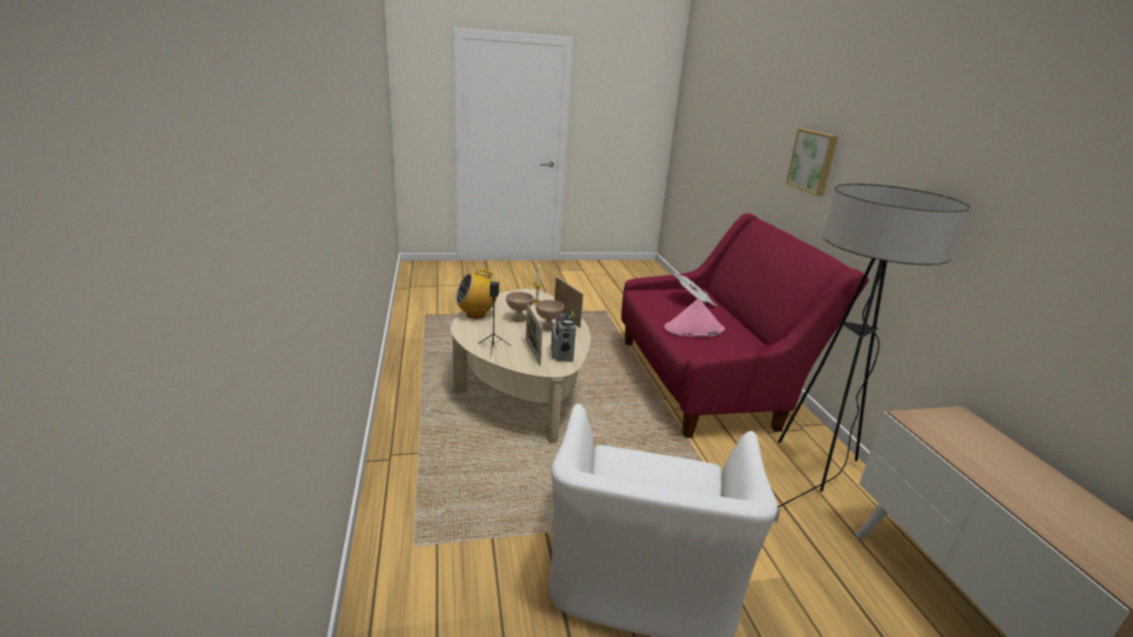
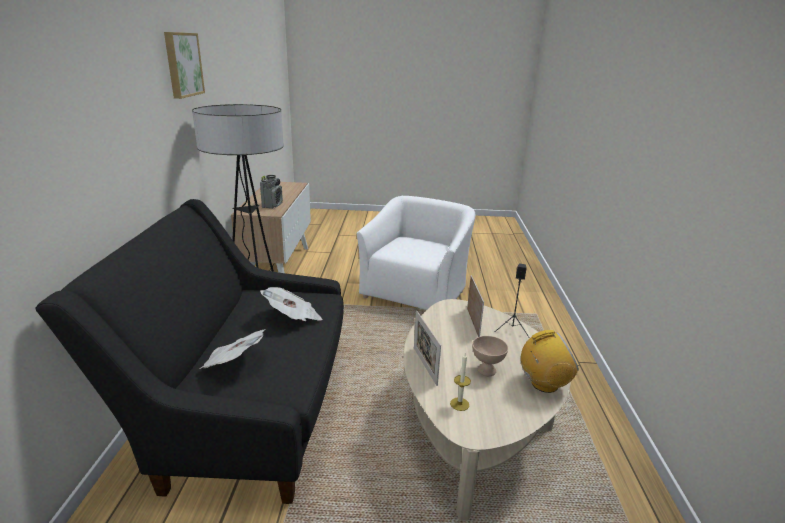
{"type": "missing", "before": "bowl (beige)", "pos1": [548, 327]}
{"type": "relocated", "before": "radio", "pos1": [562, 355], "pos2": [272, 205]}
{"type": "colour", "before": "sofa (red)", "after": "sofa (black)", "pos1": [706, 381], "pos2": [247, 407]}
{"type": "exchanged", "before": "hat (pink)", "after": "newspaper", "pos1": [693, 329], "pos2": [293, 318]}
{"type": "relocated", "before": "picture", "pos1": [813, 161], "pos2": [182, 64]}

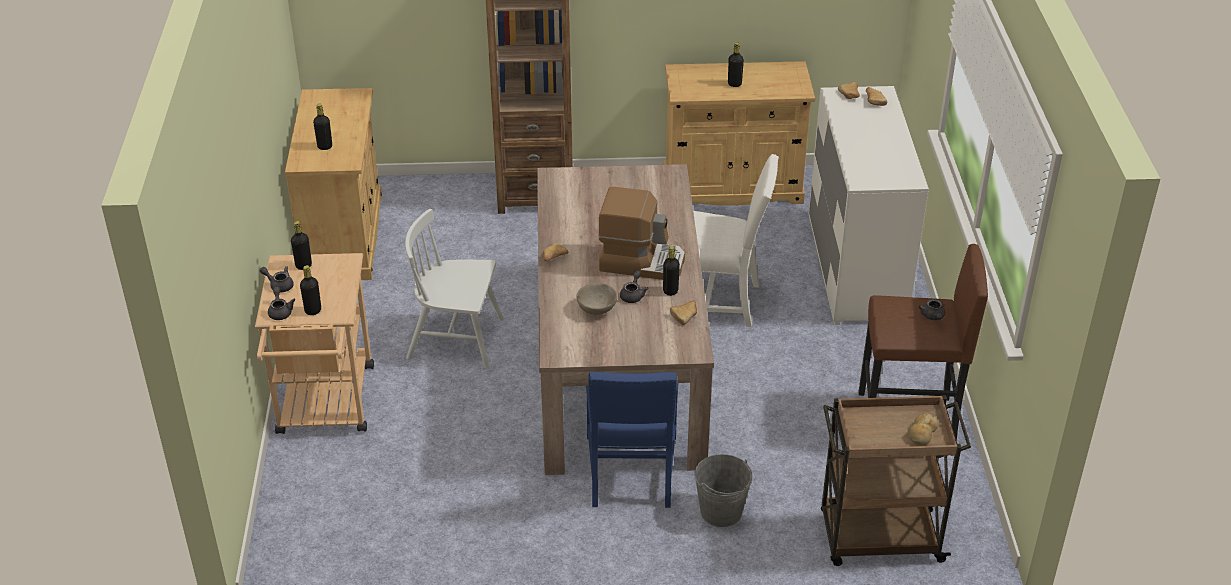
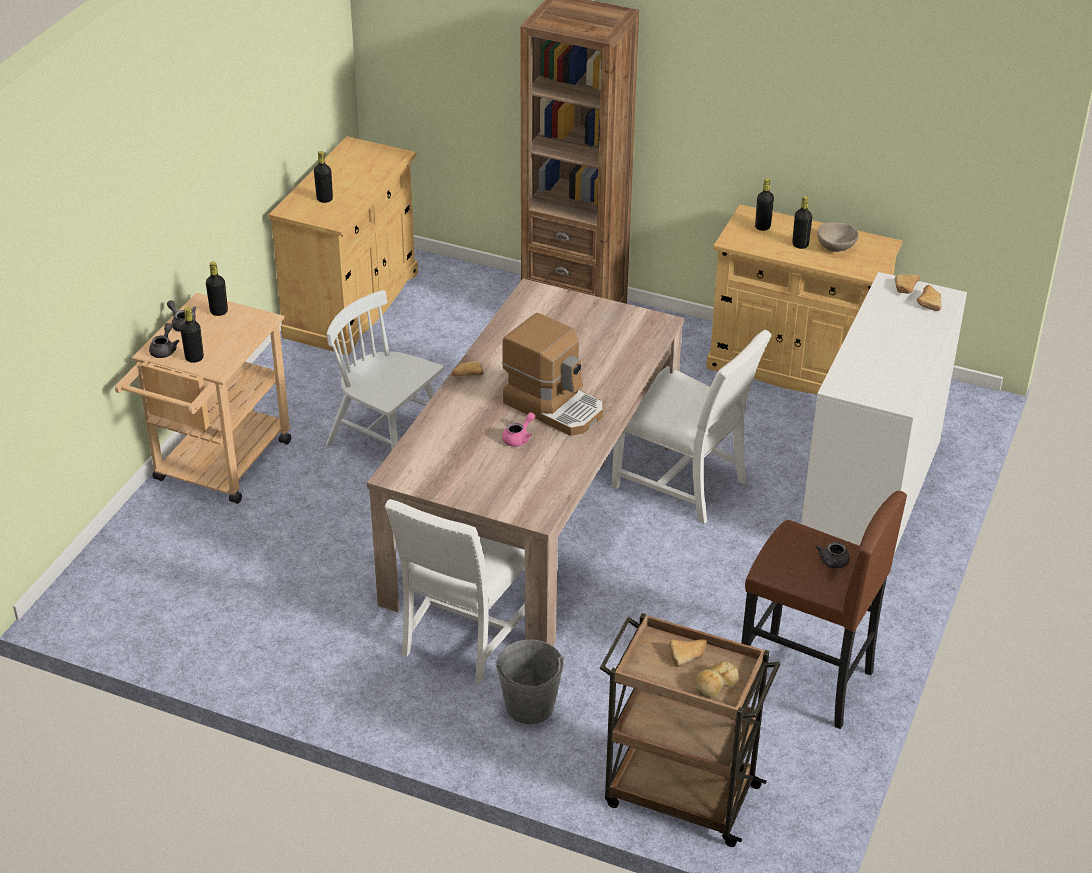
{"type": "relocated", "before": "bowl (beige)", "pos1": [597, 309], "pos2": [836, 247]}
{"type": "colour", "before": "chair (blue)", "after": "chair (white)", "pos1": [631, 473], "pos2": [465, 634]}
{"type": "colour", "before": "teapot (grey)", "after": "teapot (pink)", "pos1": [633, 295], "pos2": [519, 438]}
{"type": "relocated", "before": "bottle (black)", "pos1": [670, 291], "pos2": [762, 227]}
{"type": "relocated", "before": "bread", "pos1": [686, 315], "pos2": [689, 655]}

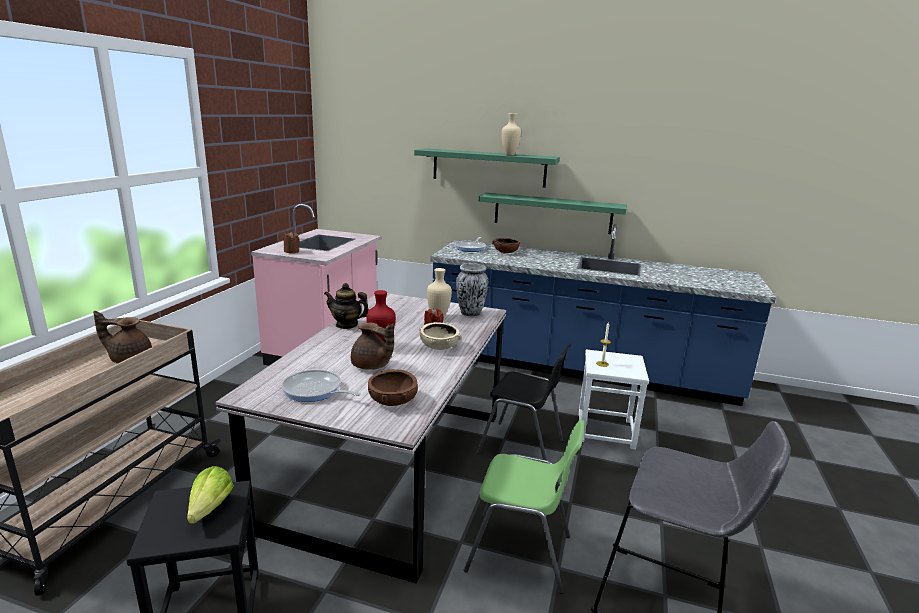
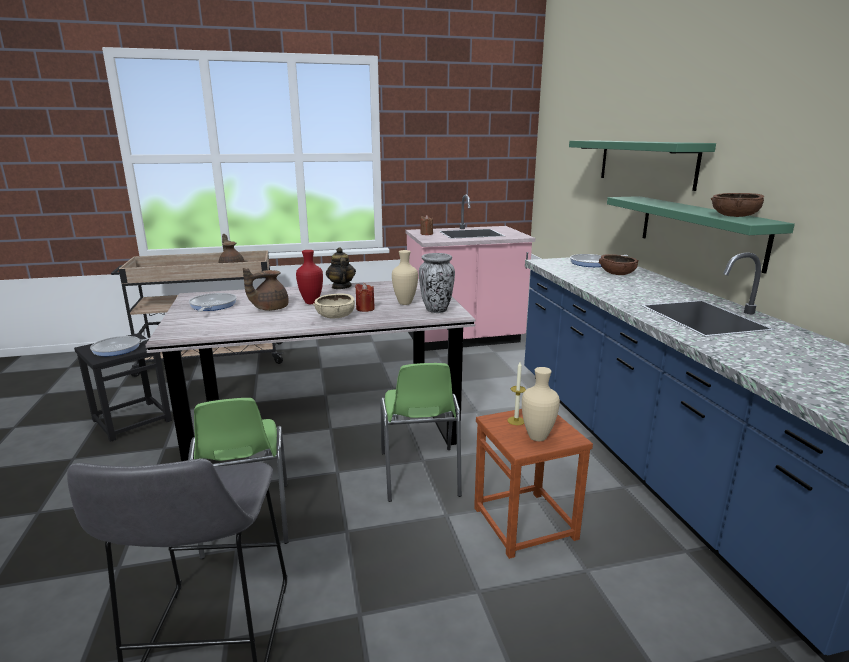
{"type": "exchanged", "before": "lettuce", "after": "frying pan", "pos1": [206, 513], "pos2": [120, 349]}
{"type": "spun", "before": "teapot (brown)", "pos1": [371, 366], "pos2": [269, 308], "turn": 45}
{"type": "relocated", "before": "bowl (brown)", "pos1": [392, 400], "pos2": [734, 216]}
{"type": "colour", "before": "chair (black)", "after": "chair (green)", "pos1": [522, 447], "pos2": [419, 474]}
{"type": "relocated", "before": "vase (beige)", "pos1": [510, 155], "pos2": [538, 437]}
{"type": "colour", "before": "stool (white)", "after": "stool (brown)", "pos1": [605, 430], "pos2": [525, 523]}

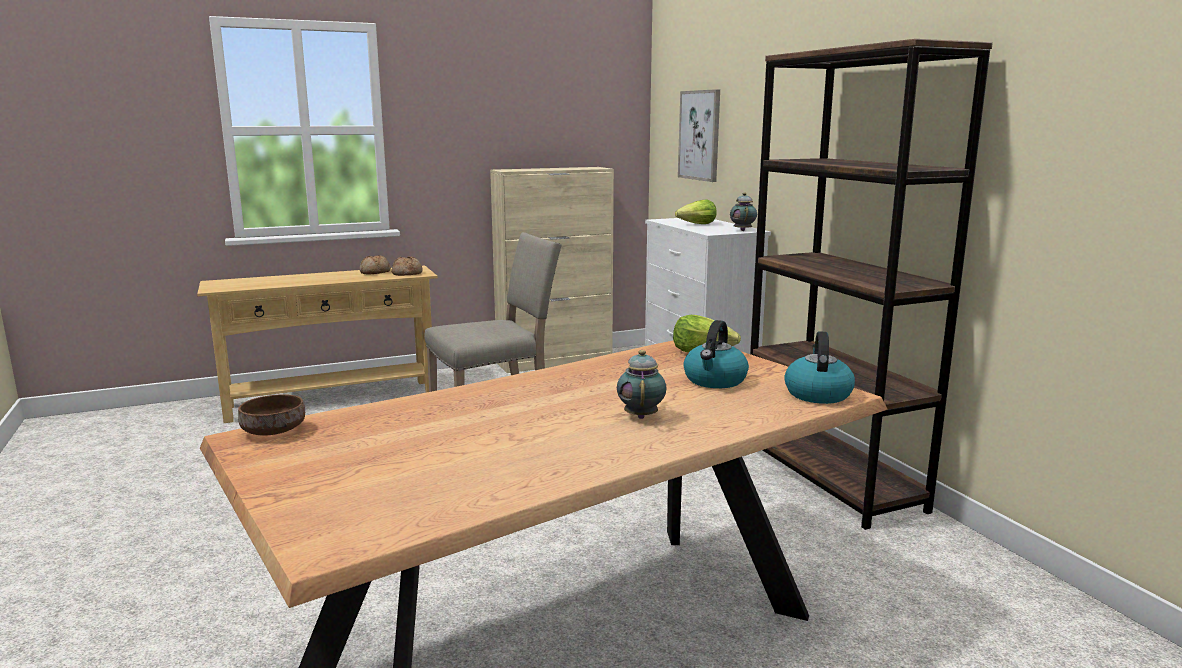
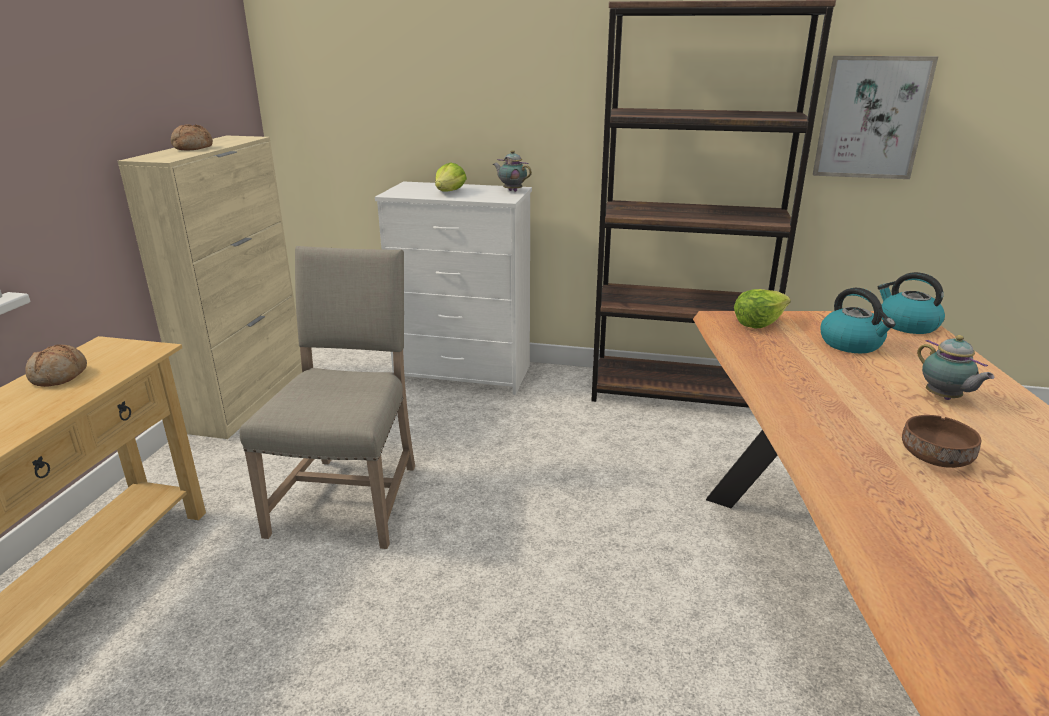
{"type": "relocated", "before": "bowl (brown)", "pos1": [272, 430], "pos2": [934, 458]}
{"type": "relocated", "before": "bread", "pos1": [407, 273], "pos2": [192, 148]}
{"type": "spun", "before": "teapot", "pos1": [641, 415], "pos2": [944, 398], "turn": -150}
{"type": "relocated", "before": "picture", "pos1": [700, 135], "pos2": [871, 118]}

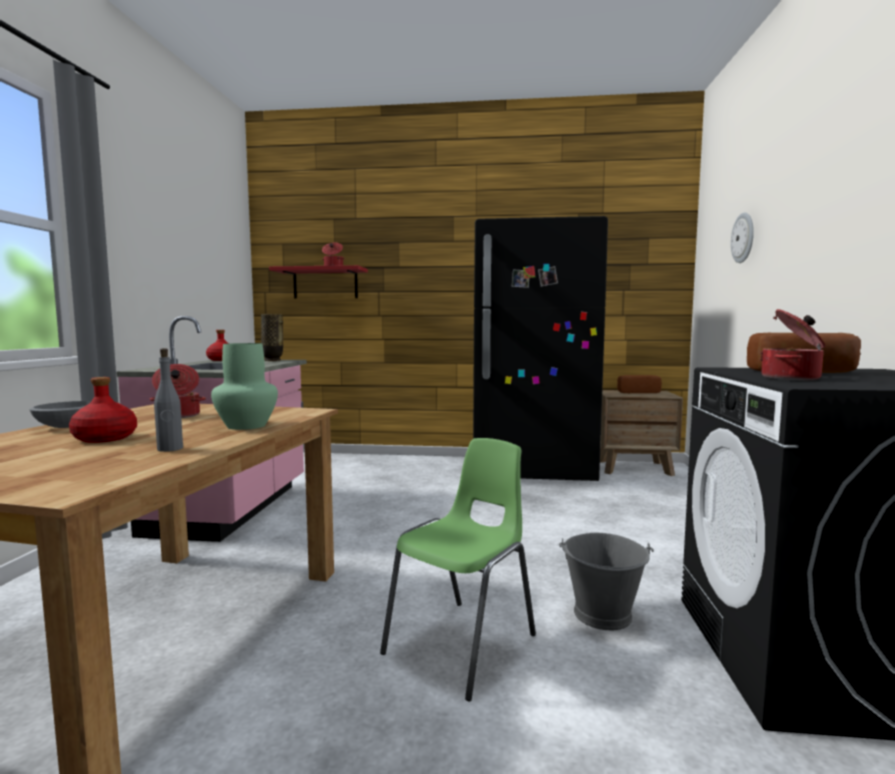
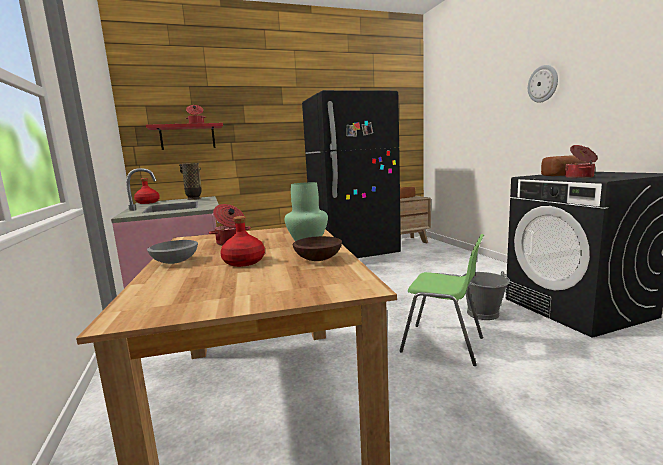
{"type": "exchanged", "before": "bottle (grey)", "after": "bowl (brown)", "pos1": [170, 449], "pos2": [318, 259]}
{"type": "spun", "before": "chair (green)", "pos1": [463, 644], "pos2": [443, 345], "turn": 105}
{"type": "relocated", "before": "wall clock", "pos1": [743, 238], "pos2": [543, 84]}

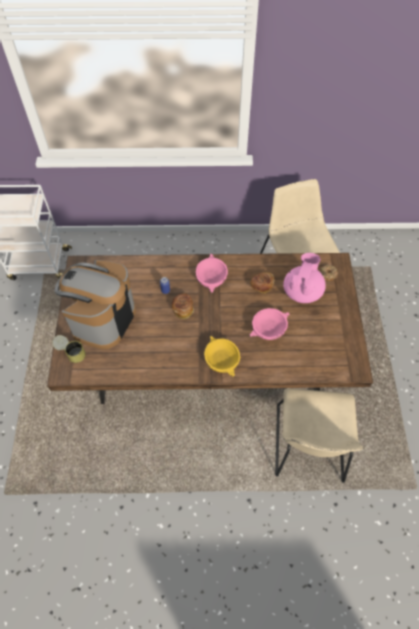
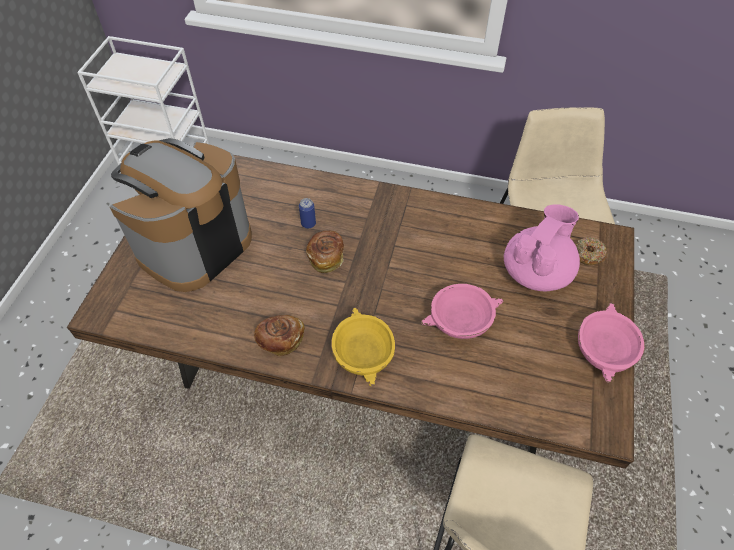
{"type": "missing", "before": "can", "pos1": [71, 353]}
{"type": "relocated", "before": "bowl (pink)", "pos1": [212, 278], "pos2": [605, 351]}
{"type": "relocated", "before": "bread", "pos1": [261, 286], "pos2": [280, 340]}

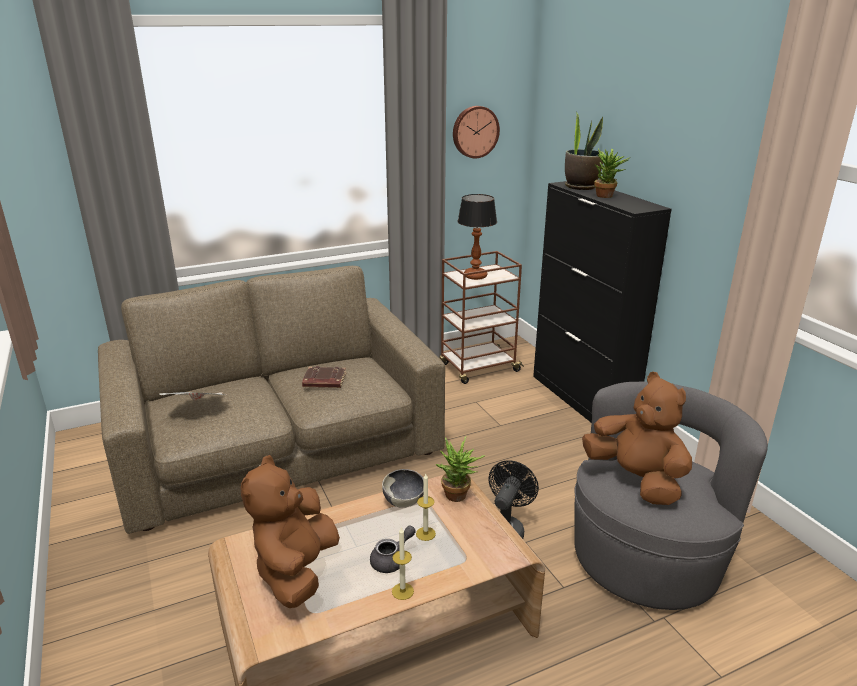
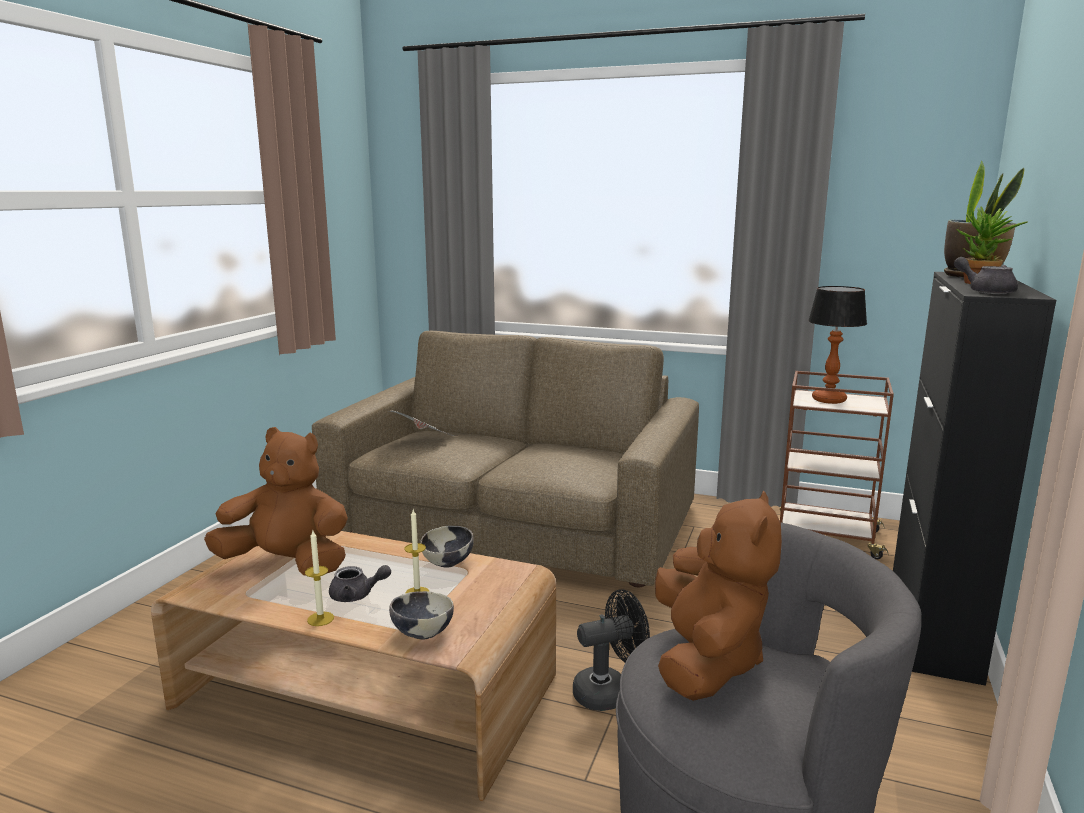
{"type": "spun", "before": "plush toy (brown)", "pos1": [296, 571], "pos2": [287, 564], "turn": 45}
{"type": "missing", "before": "book (brown)", "pos1": [324, 381]}
{"type": "missing", "before": "potted plant", "pos1": [458, 497]}
{"type": "missing", "before": "wall clock", "pos1": [474, 131]}
{"type": "appeared", "after": "bowl", "pos2": [422, 633]}
{"type": "appeared", "after": "teapot (grey)", "pos2": [986, 291]}

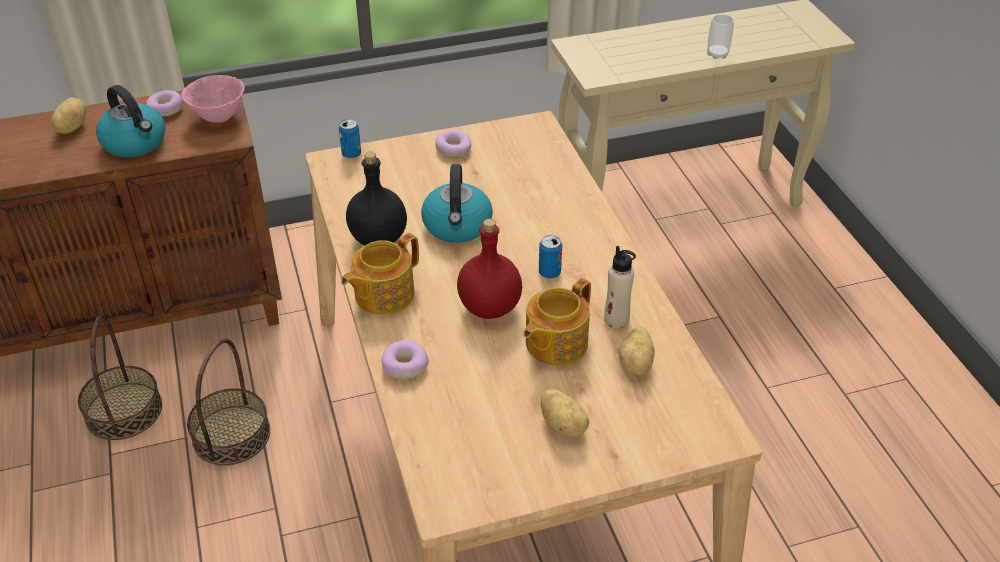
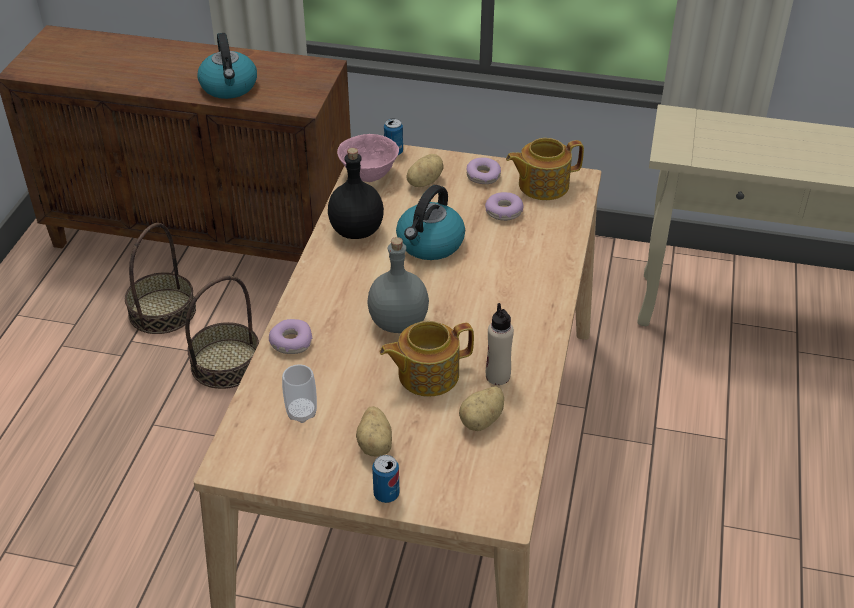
{"type": "relocated", "before": "potato", "pos1": [71, 128], "pos2": [424, 182]}
{"type": "relocated", "before": "donut", "pos1": [166, 109], "pos2": [504, 212]}
{"type": "relocated", "before": "bowl (pink)", "pos1": [218, 116], "pos2": [368, 175]}
{"type": "relocated", "before": "teapot", "pos1": [382, 294], "pos2": [542, 185]}
{"type": "colour", "before": "bottle (red)", "after": "bottle (grey)", "pos1": [490, 308], "pos2": [398, 323]}
{"type": "relocated", "before": "can", "pos1": [549, 273], "pos2": [386, 494]}
{"type": "relocated", "before": "cup", "pos1": [717, 54], "pos2": [301, 413]}

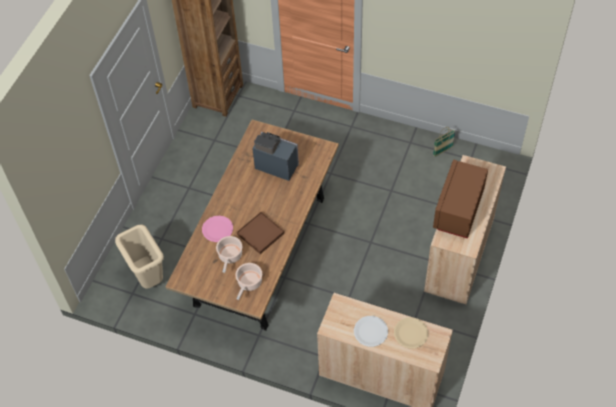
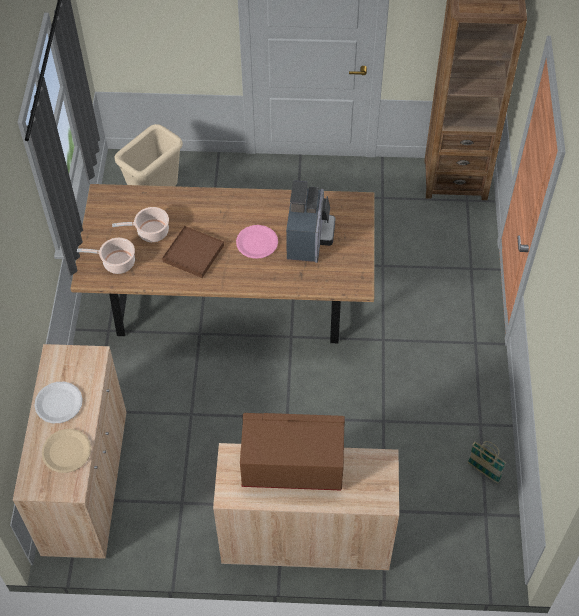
{"type": "relocated", "before": "plate (pink)", "pos1": [217, 229], "pos2": [257, 242]}

